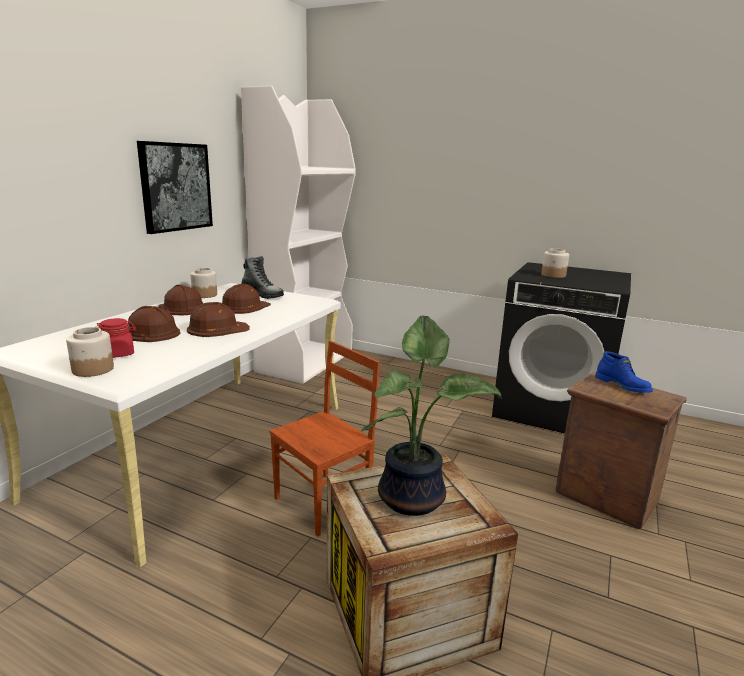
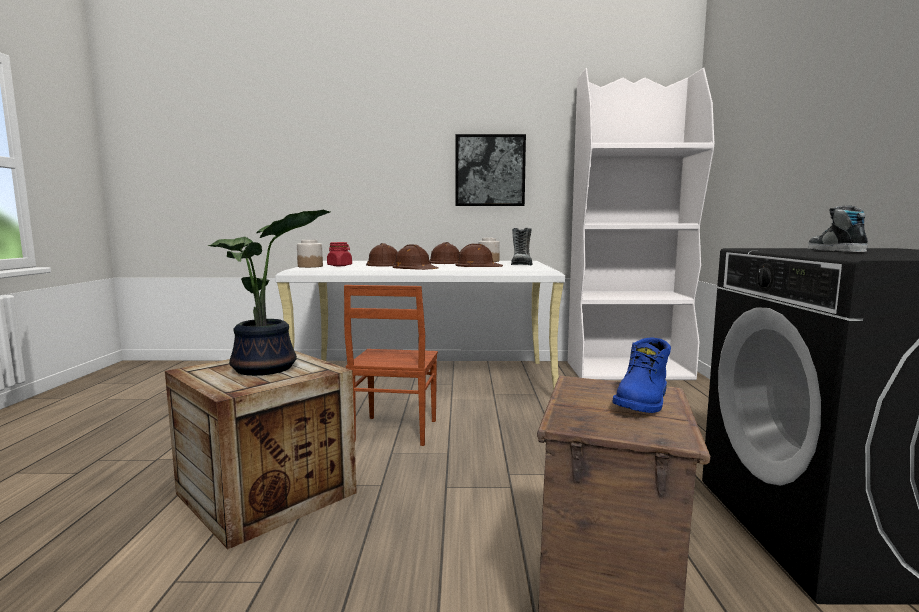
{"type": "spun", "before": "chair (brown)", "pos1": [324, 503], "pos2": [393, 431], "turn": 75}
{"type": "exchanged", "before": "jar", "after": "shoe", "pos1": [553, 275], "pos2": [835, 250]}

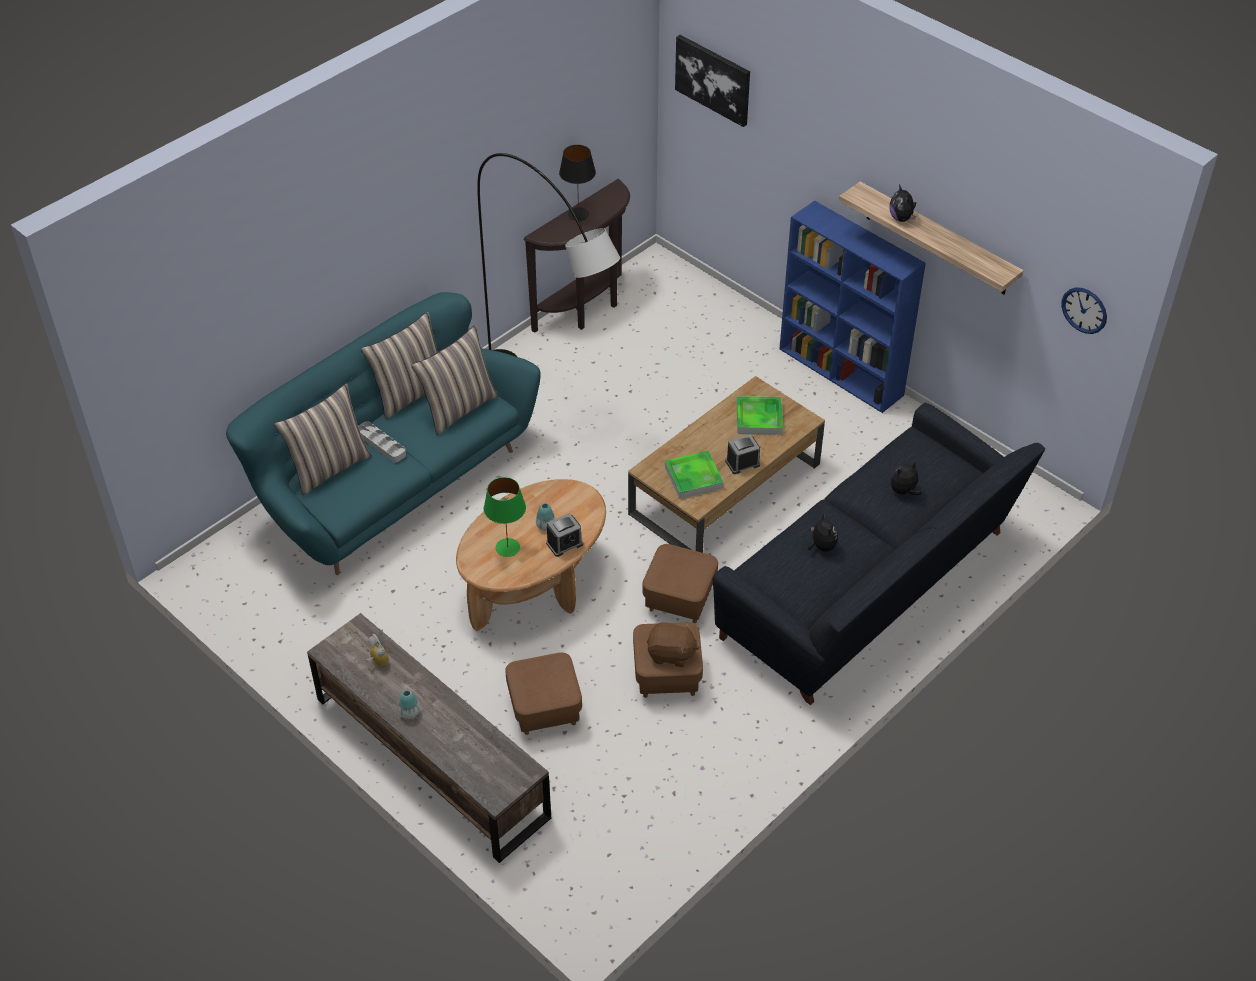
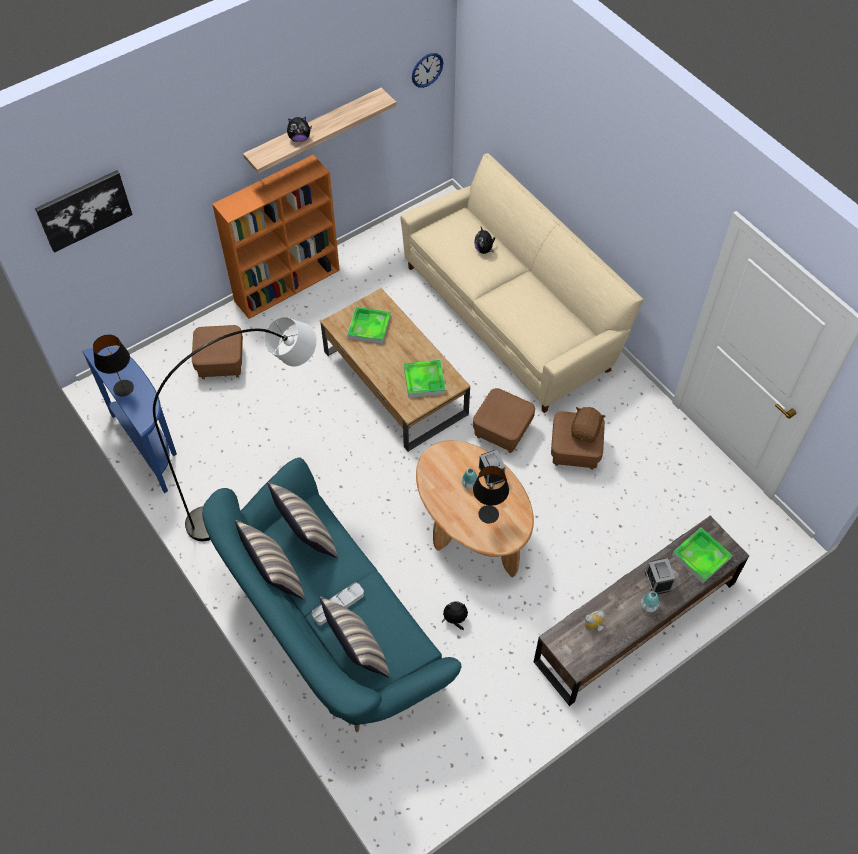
{"type": "colour", "before": "table lamp (green)", "after": "table lamp (black)", "pos1": [507, 548], "pos2": [489, 514]}
{"type": "relocated", "before": "ottoman (brown)", "pos1": [544, 709], "pos2": [221, 363]}
{"type": "colour", "before": "console table (brown)", "after": "console table (blue)", "pos1": [587, 308], "pos2": [150, 445]}
{"type": "colour", "before": "sofa (black)", "after": "sofa (beige)", "pos1": [870, 588], "pos2": [512, 314]}
{"type": "relocated", "before": "alarm clock", "pos1": [742, 463], "pos2": [657, 581]}
{"type": "colour", "before": "bookcase (blue)", "after": "bookcase (orange)", "pos1": [842, 372], "pos2": [288, 285]}
{"type": "relocated", "before": "plush toy", "pos1": [822, 546], "pos2": [455, 619]}
{"type": "appeared", "after": "tray", "pos2": [701, 557]}

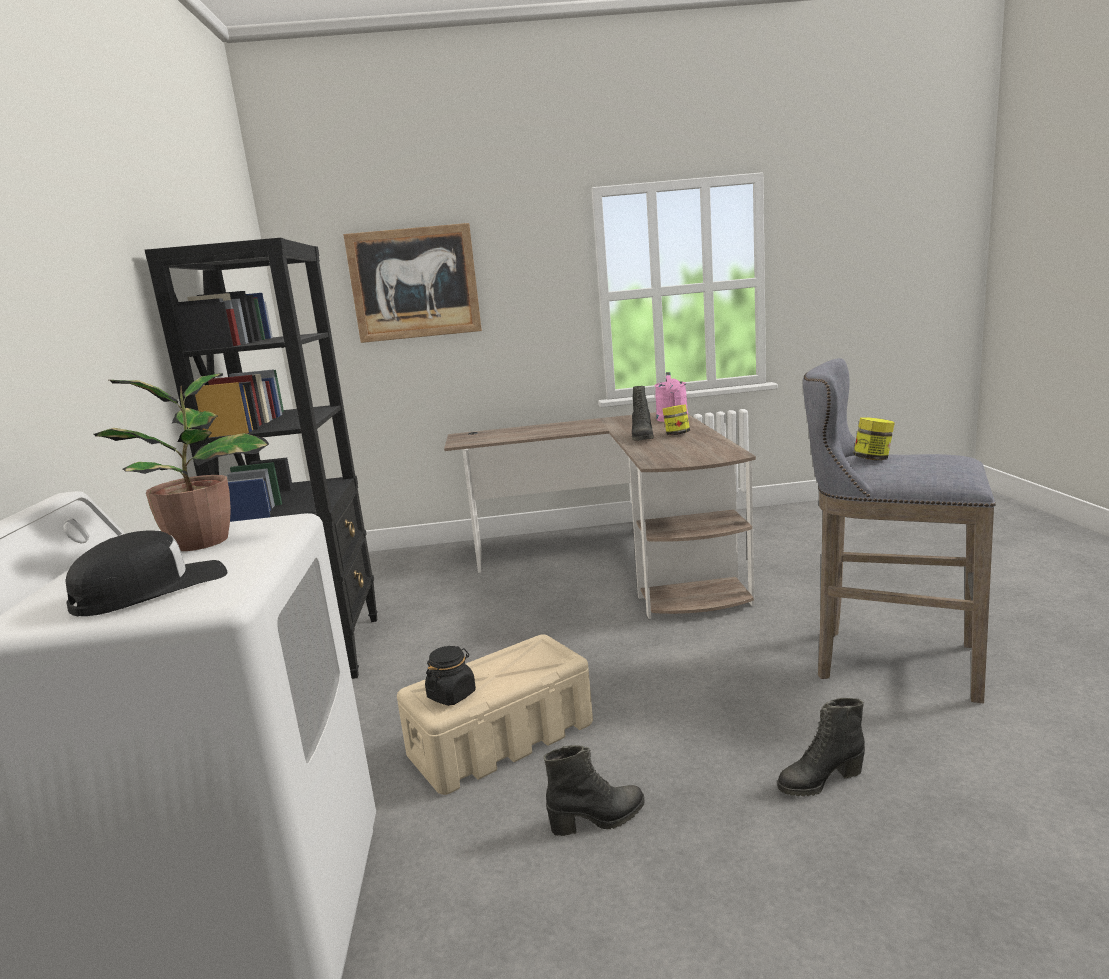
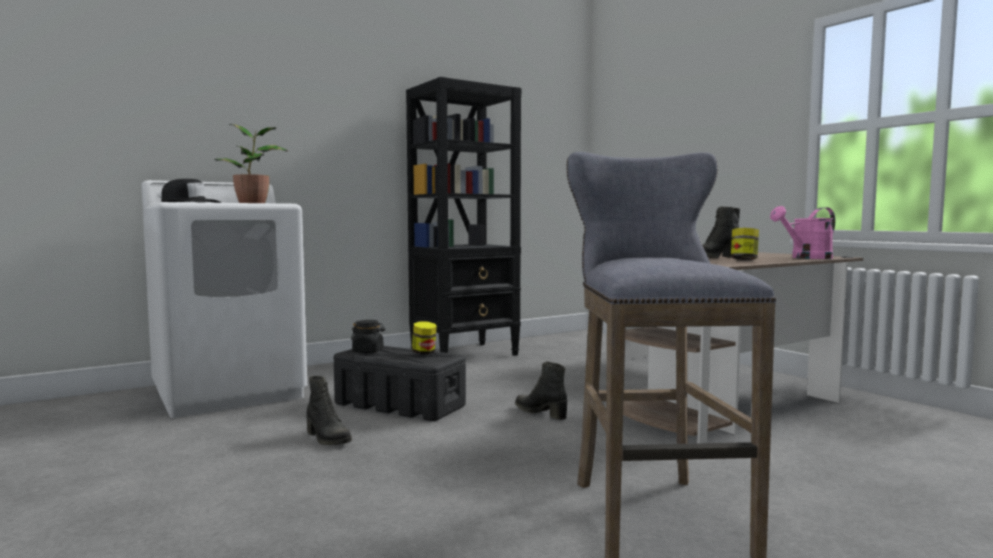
{"type": "missing", "before": "picture", "pos1": [414, 283]}
{"type": "colour", "before": "storage box (beige)", "after": "storage box (black)", "pos1": [503, 739], "pos2": [400, 405]}
{"type": "relocated", "before": "boot (black)", "pos1": [819, 781], "pos2": [541, 412]}
{"type": "relocated", "before": "jar", "pos1": [873, 459], "pos2": [424, 353]}

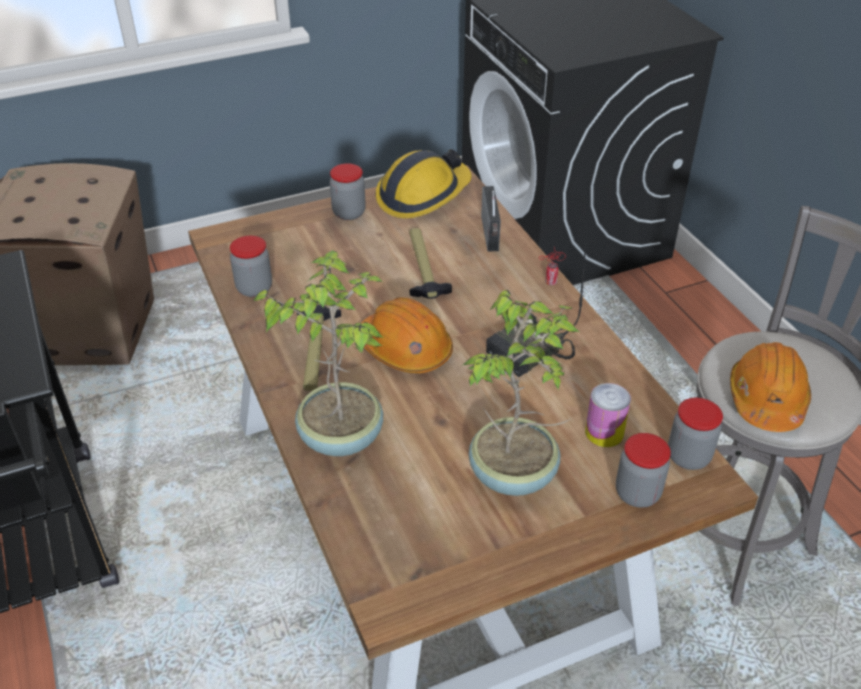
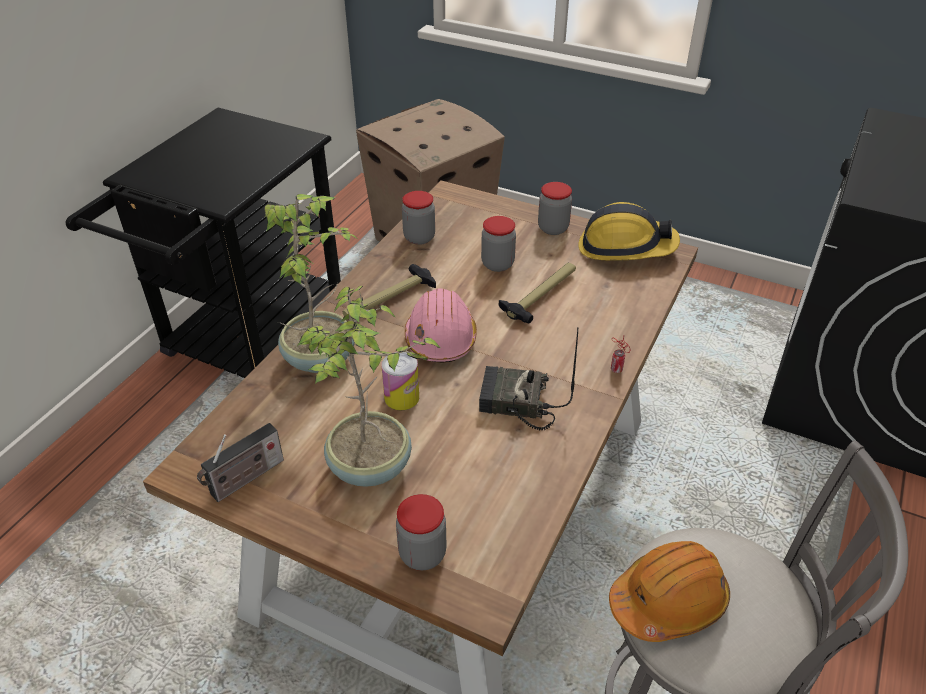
{"type": "colour", "before": "hard hat (orange)", "after": "hard hat (pink)", "pos1": [405, 350], "pos2": [440, 338]}
{"type": "relocated", "before": "radio", "pos1": [491, 235], "pos2": [245, 480]}
{"type": "relocated", "before": "can", "pos1": [604, 433], "pos2": [401, 397]}
{"type": "relocated", "before": "jar", "pos1": [688, 457], "pos2": [497, 264]}

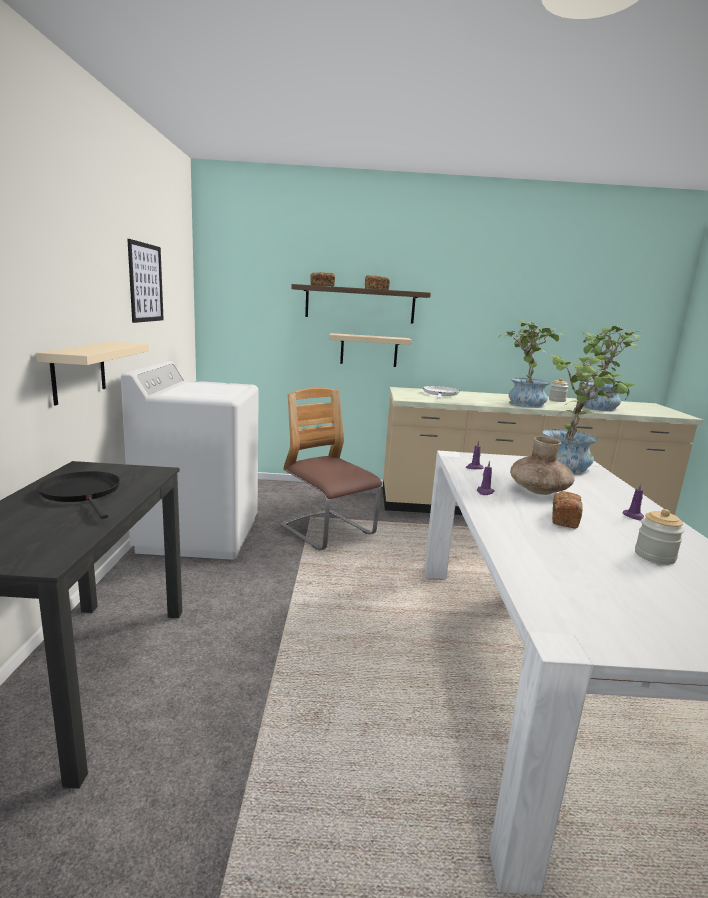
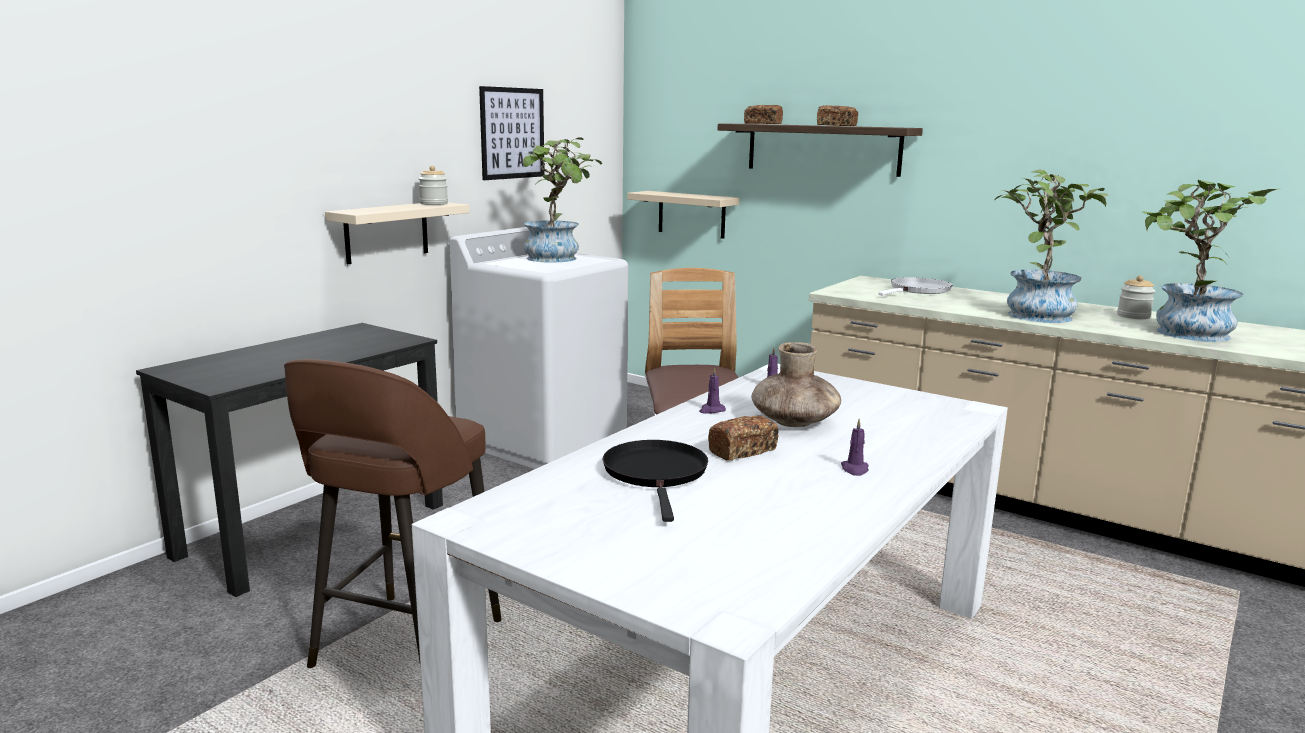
{"type": "relocated", "before": "frying pan (black)", "pos1": [82, 493], "pos2": [656, 474]}
{"type": "relocated", "before": "shelf (beige)", "pos1": [369, 350], "pos2": [691, 214]}
{"type": "relocated", "before": "potted plant", "pos1": [571, 466], "pos2": [558, 259]}
{"type": "relocated", "before": "jar", "pos1": [654, 556], "pos2": [434, 204]}
{"type": "appeared", "after": "stool (brown)", "pos2": [404, 646]}

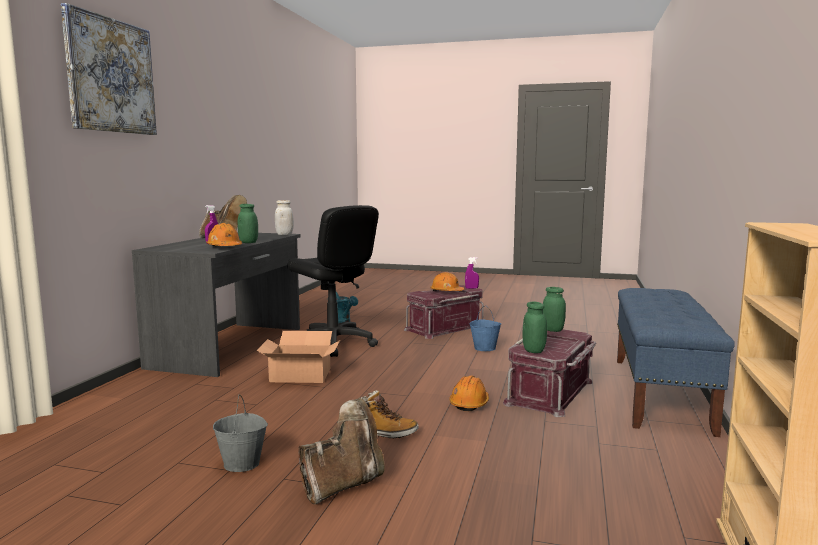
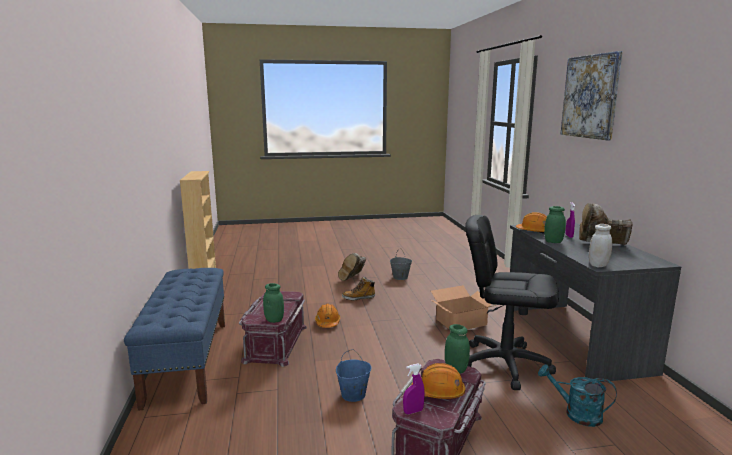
{"type": "relocated", "before": "jar (green)", "pos1": [534, 350], "pos2": [456, 369]}

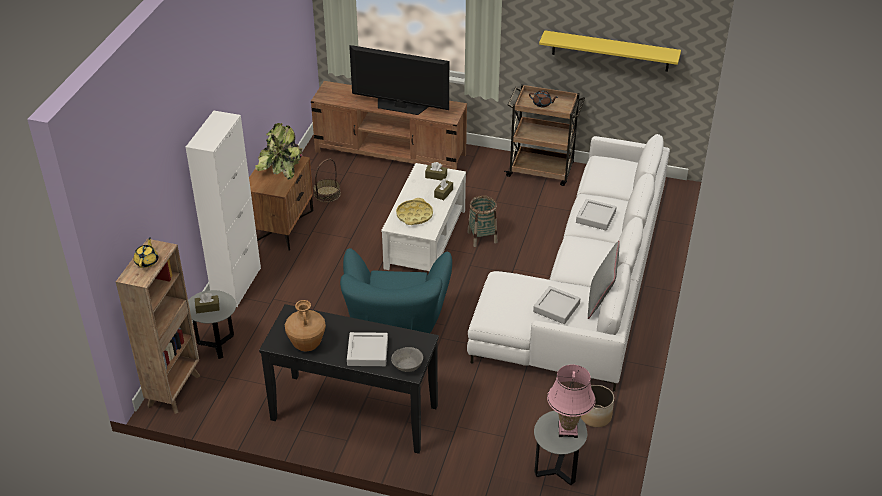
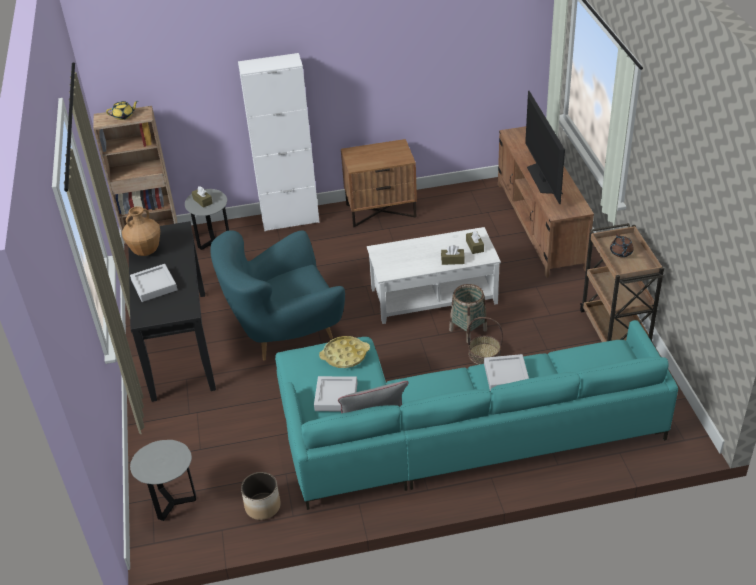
{"type": "missing", "before": "potted plant", "pos1": [281, 166]}
{"type": "relocated", "before": "basket", "pos1": [327, 194], "pos2": [484, 354]}
{"type": "missing", "before": "bowl (grey)", "pos1": [407, 366]}
{"type": "relocated", "before": "tray (yellow)", "pos1": [414, 215], "pos2": [345, 355]}
{"type": "colour", "before": "sofa (white)", "after": "sofa (turquoise)", "pos1": [585, 286], "pos2": [452, 431]}
{"type": "missing", "before": "shelf (yellow)", "pos1": [610, 51]}
{"type": "missing", "before": "table lamp (pink)", "pos1": [568, 430]}

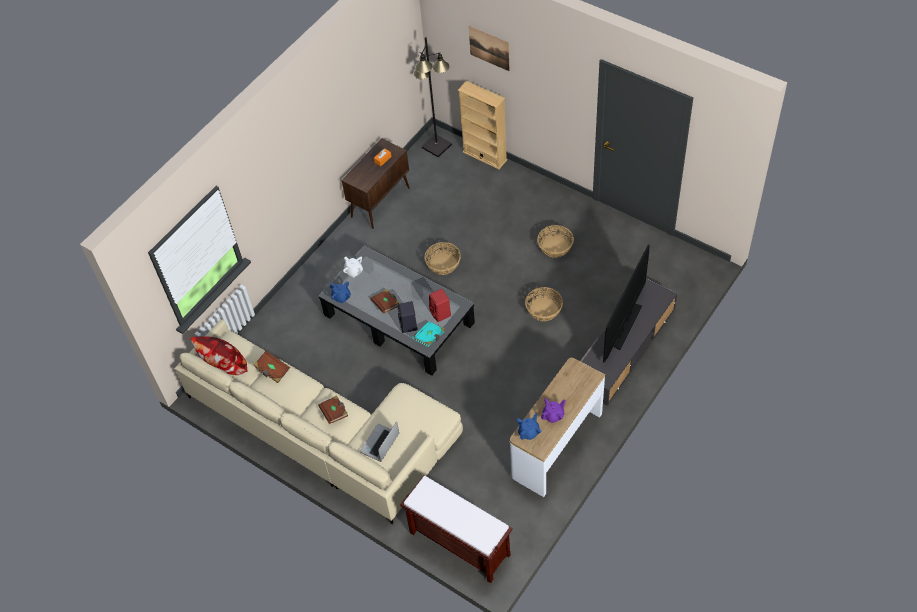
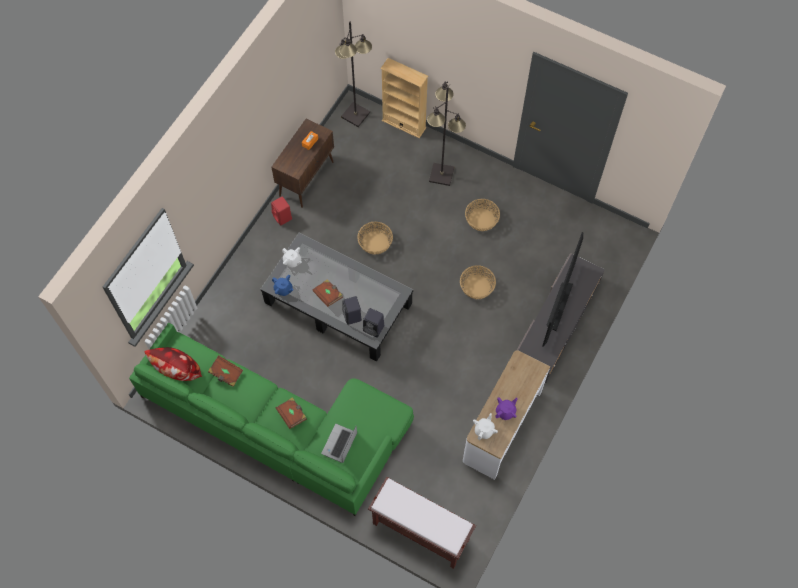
{"type": "colour", "before": "sofa (beige)", "after": "sofa (green)", "pos1": [325, 432], "pos2": [280, 426]}
{"type": "exchanged", "before": "book (turquoise)", "after": "speaker (black)", "pos1": [429, 337], "pos2": [374, 328]}
{"type": "relocated", "before": "speaker (red)", "pos1": [441, 314], "pos2": [283, 217]}
{"type": "missing", "before": "picture", "pos1": [489, 48]}
{"type": "colour", "before": "teapot (blue)", "after": "teapot (white)", "pos1": [529, 432], "pos2": [484, 430]}
{"type": "appeared", "after": "floor lamp (black)", "pos2": [442, 174]}

